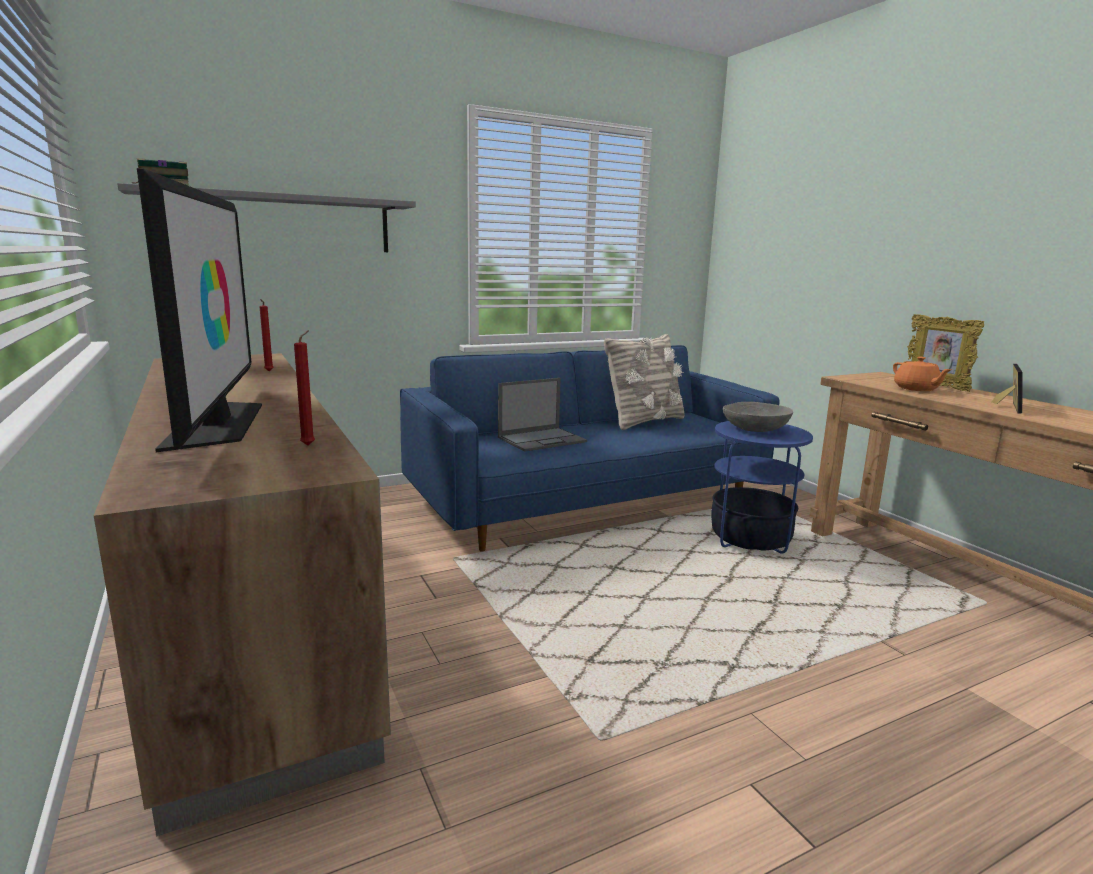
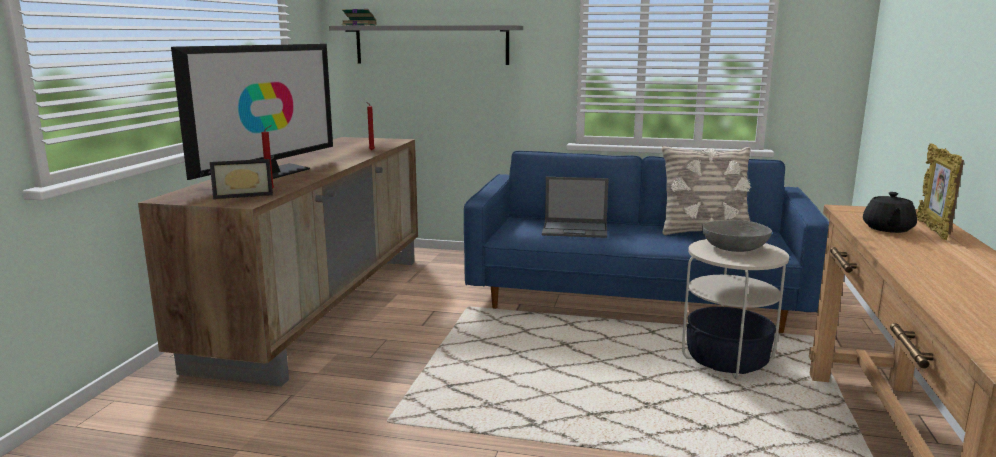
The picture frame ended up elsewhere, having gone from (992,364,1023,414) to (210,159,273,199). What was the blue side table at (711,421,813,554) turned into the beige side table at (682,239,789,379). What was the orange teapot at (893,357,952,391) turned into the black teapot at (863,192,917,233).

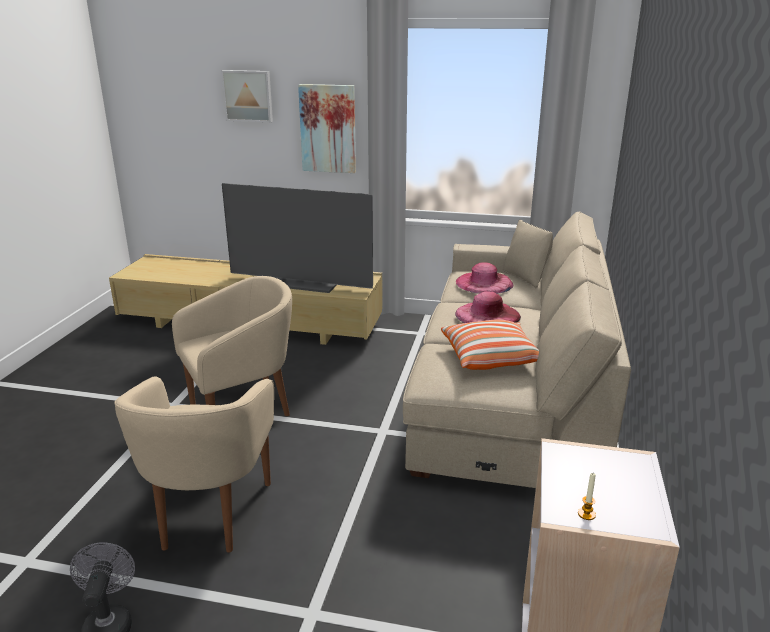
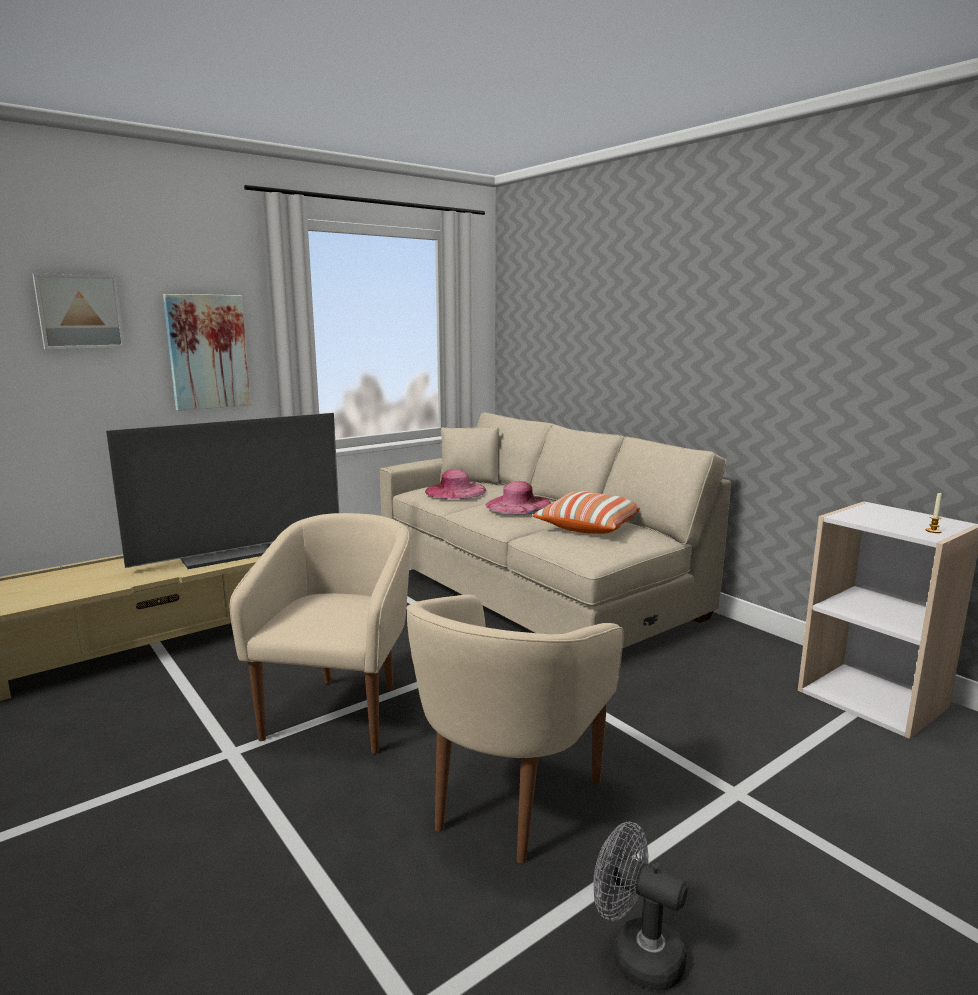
The beige armchair at (114,377,274,552) ended up facing another way, 75 degrees clockwise from before.

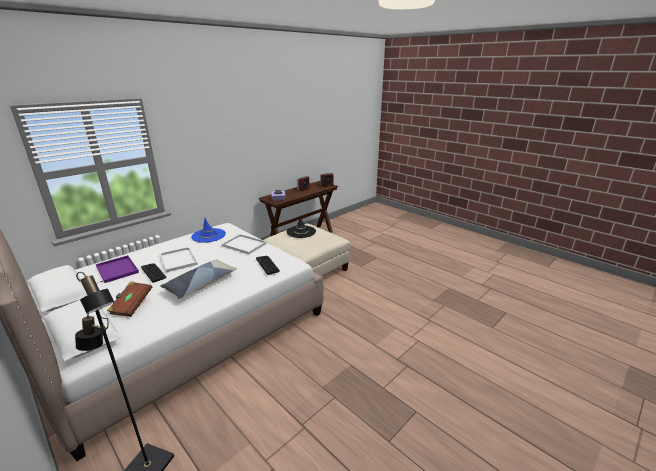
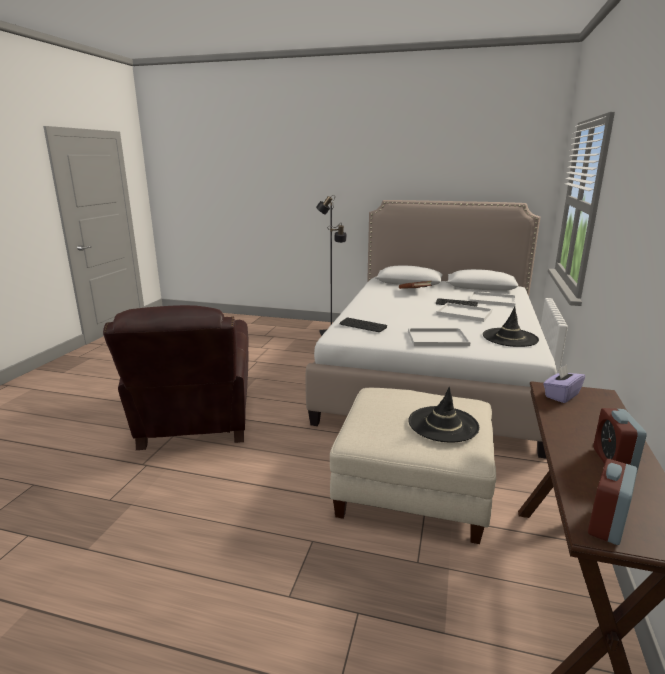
The second view gained the brown armchair at (103,305,248,450). What was the purple tray at (96,255,139,283) turned into the white tray at (470,292,516,307). What was the blue hat at (191,218,226,243) turned into the black hat at (483,307,539,347). The second view lost the pillow at (160,259,237,299).

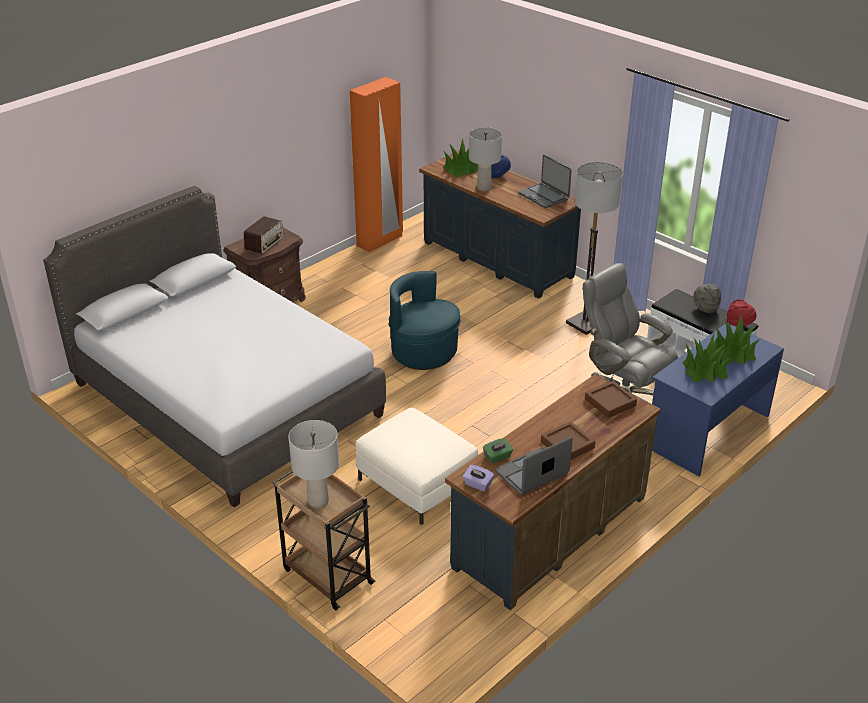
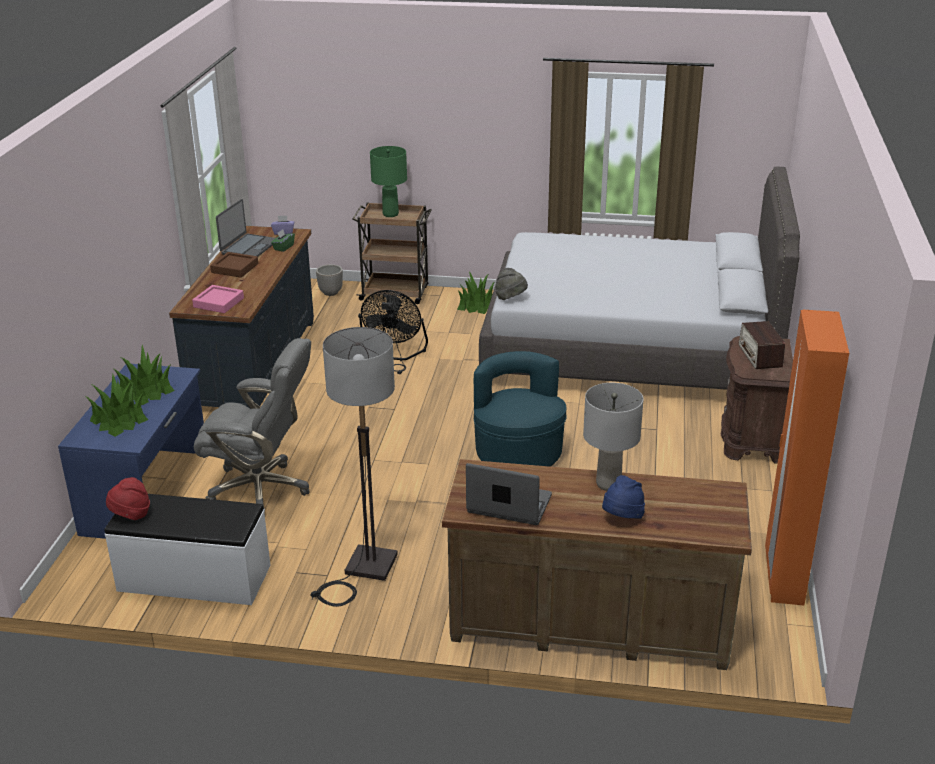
What was the brown tray at (585,381,637,418) turned into the pink tray at (192,285,244,313). The second view gained the planter at (316,264,343,296). Where the white ottoman stood at (356,408,478,525), the black fan came to stand at (358,290,428,374). What was the grey table lamp at (288,420,339,508) turned into the green table lamp at (370,146,407,217). The potted plant ended up elsewhere, having gone from (443,138,478,177) to (457,271,495,314). The turquoise armchair at (389,271,460,370) ended up facing another way, 105 degrees counterclockwise from before. The grey hat ended up elsewhere, having gone from (694,284,721,313) to (495,268,528,300).

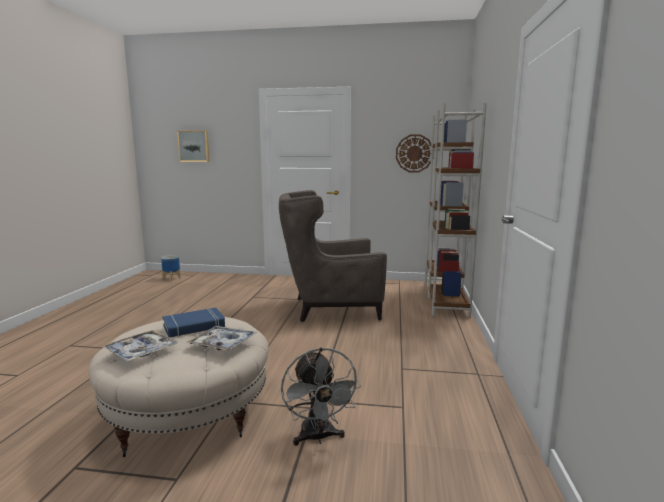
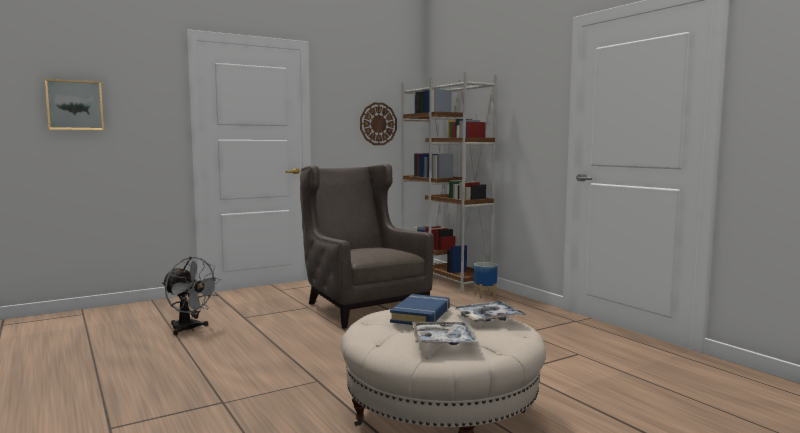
The grey fan ended up elsewhere, having gone from (281,347,361,446) to (162,257,221,335). The grey armchair at (279,190,387,322) ended up facing another way, 105 degrees clockwise from before. The planter ended up elsewhere, having gone from (161,255,181,281) to (474,262,498,298).

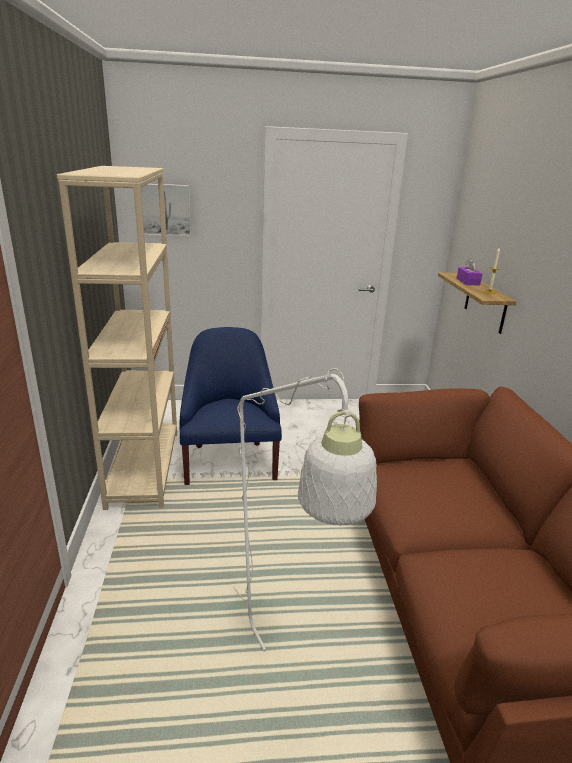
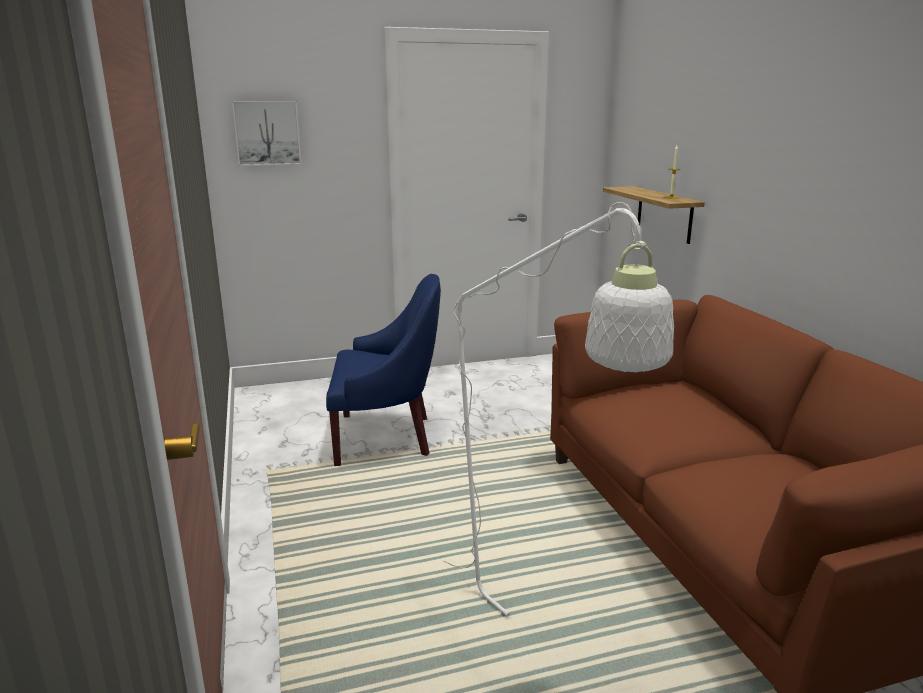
The blue armchair at (179,327,282,485) ended up facing another way, 105 degrees clockwise from before. The second view lost the beige bookcase at (57,166,177,510). The second view lost the purple tissue box at (457,258,482,285).

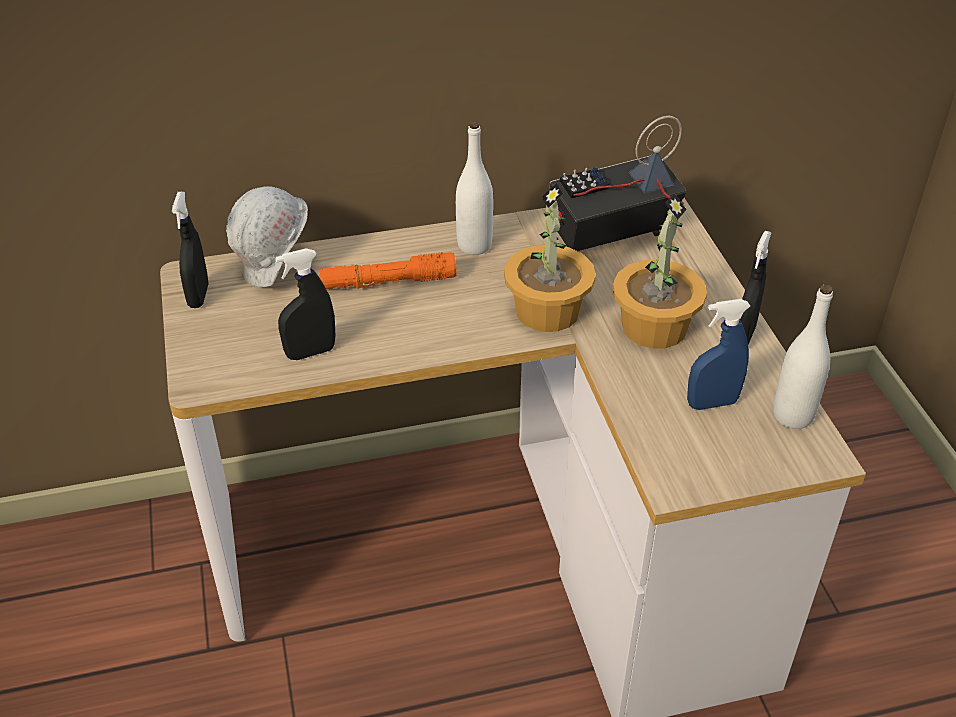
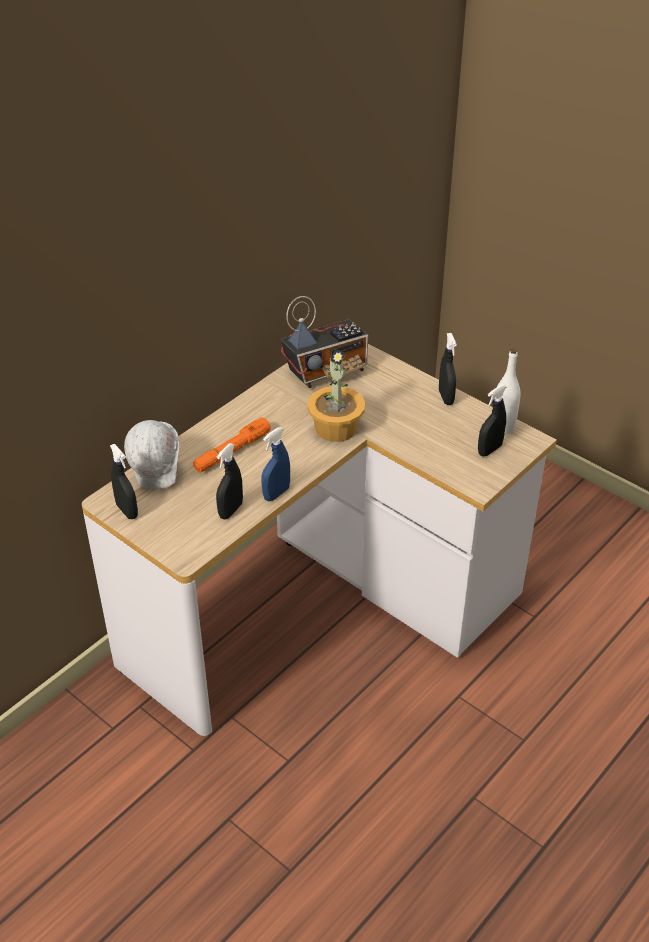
The blue spray bottle ended up elsewhere, having gone from (687,299,750,410) to (262,427,290,501). The radio at (550,116,687,252) ended up facing another way, 150 degrees counterclockwise from before. The second view gained the black spray bottle at (478,385,506,457). The second view lost the white bottle at (456,121,493,255). The second view lost the potted plant at (613,193,707,349).

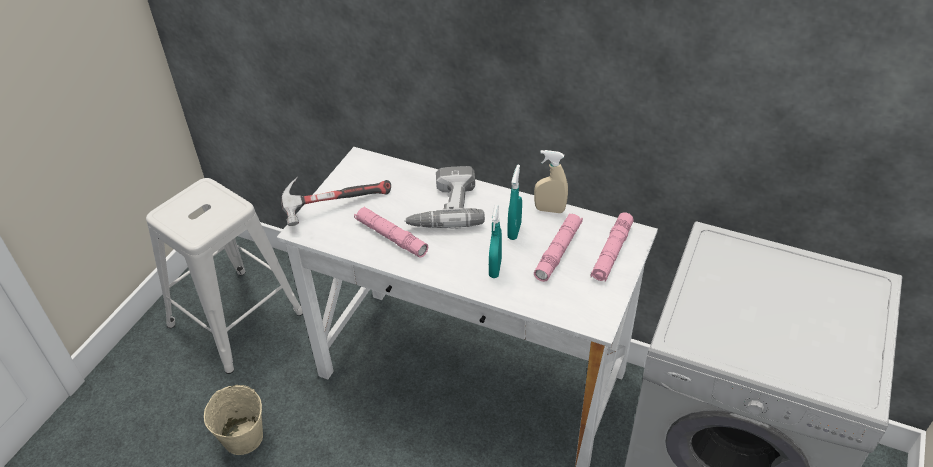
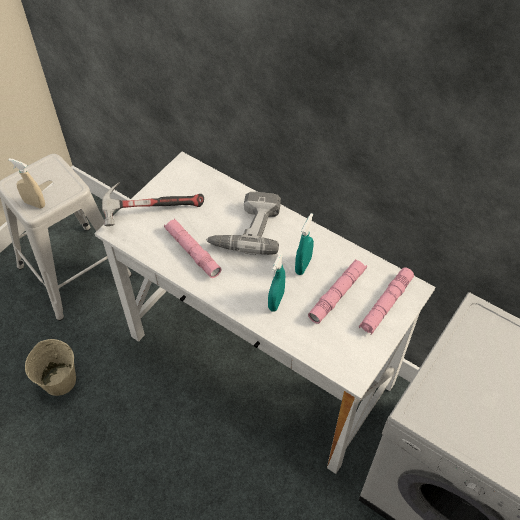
The beige spray bottle ended up elsewhere, having gone from (534,150,568,213) to (9,158,45,208).

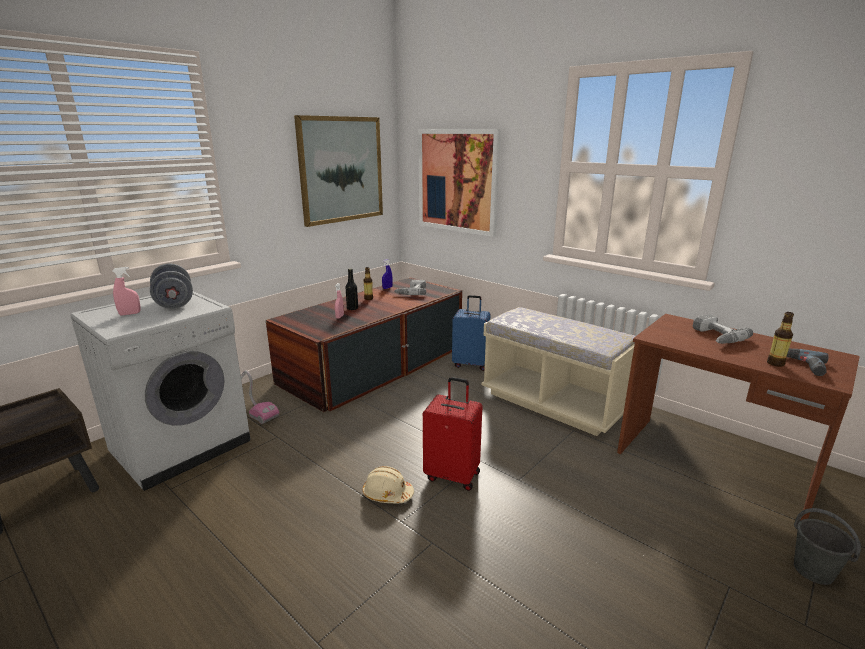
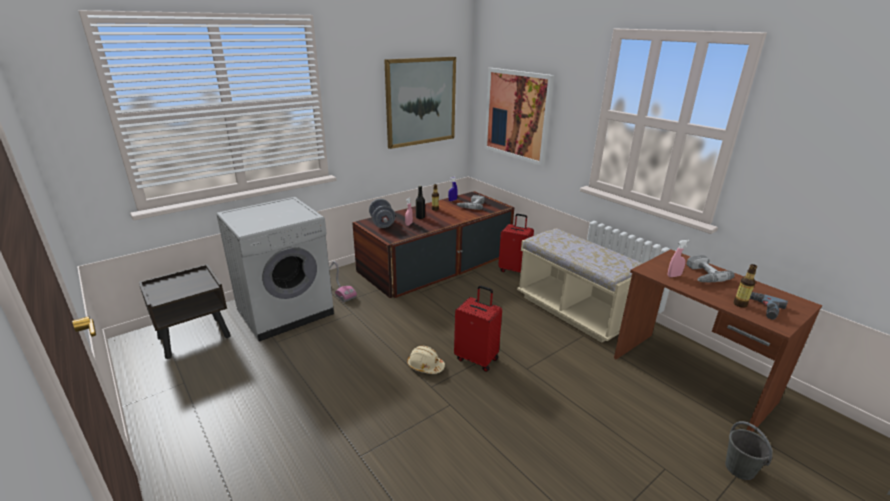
The grey dumbbell ended up elsewhere, having gone from (150,264,193,309) to (369,199,395,228). What was the blue suitcase at (452,295,491,371) turned into the red suitcase at (498,214,534,273). The pink spray bottle ended up elsewhere, having gone from (112,267,141,316) to (668,240,690,277).

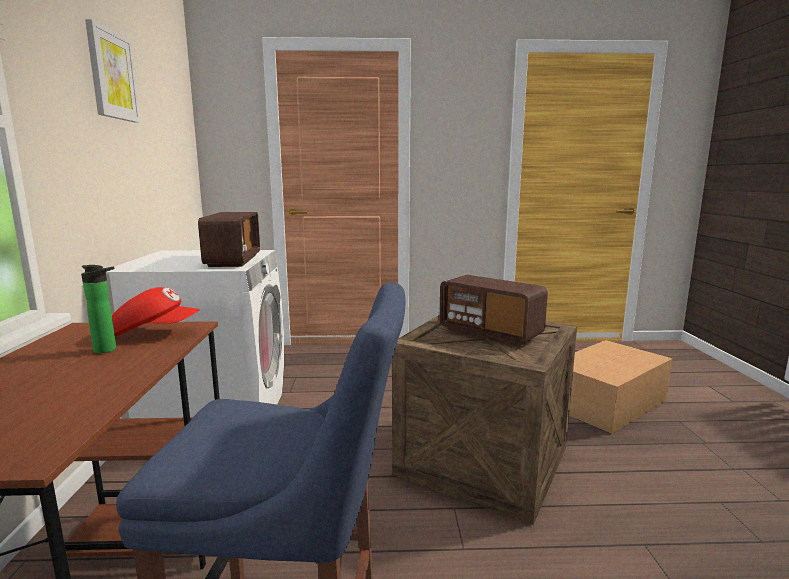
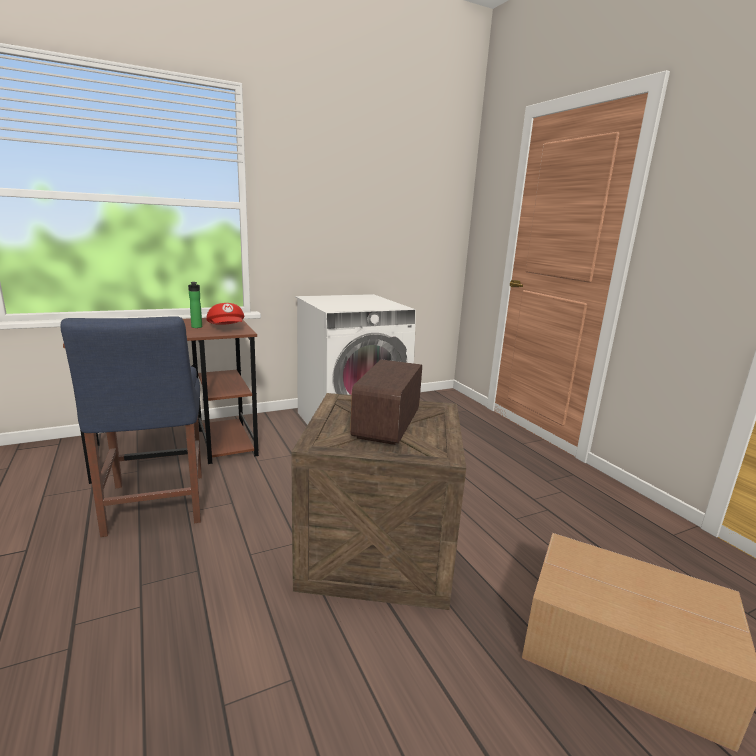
The second view lost the picture at (85,19,140,123). The second view lost the radio at (198,212,260,267).

